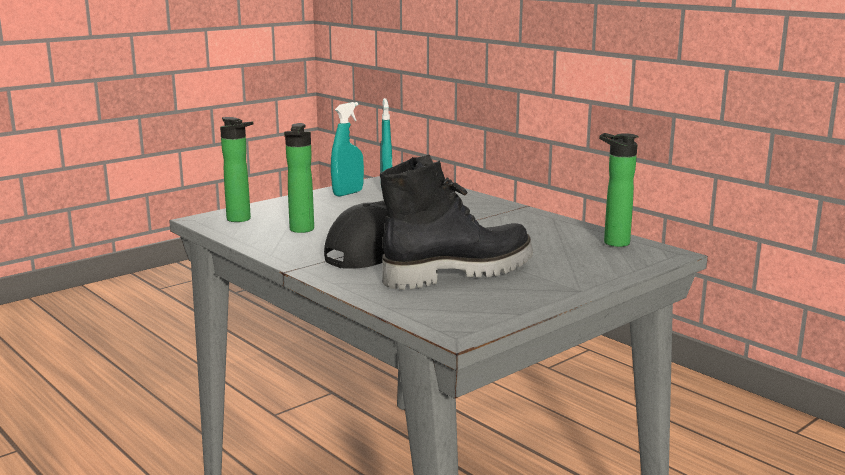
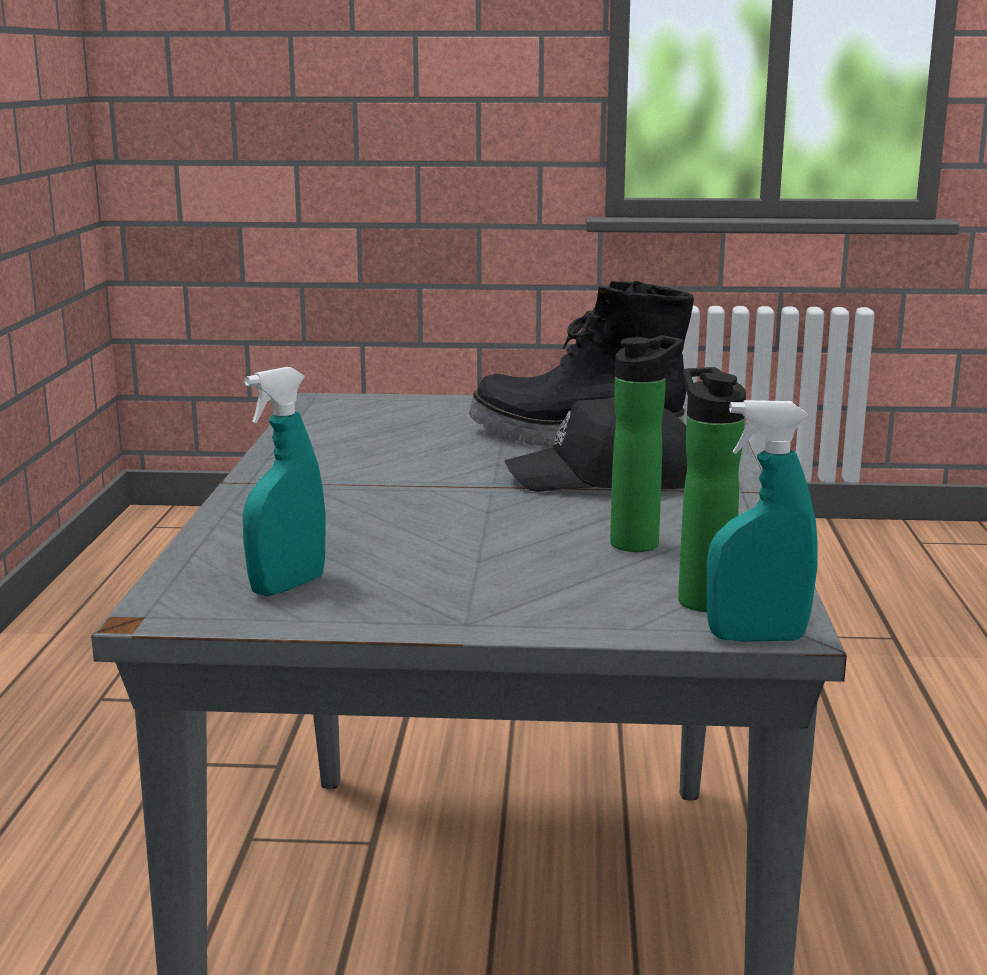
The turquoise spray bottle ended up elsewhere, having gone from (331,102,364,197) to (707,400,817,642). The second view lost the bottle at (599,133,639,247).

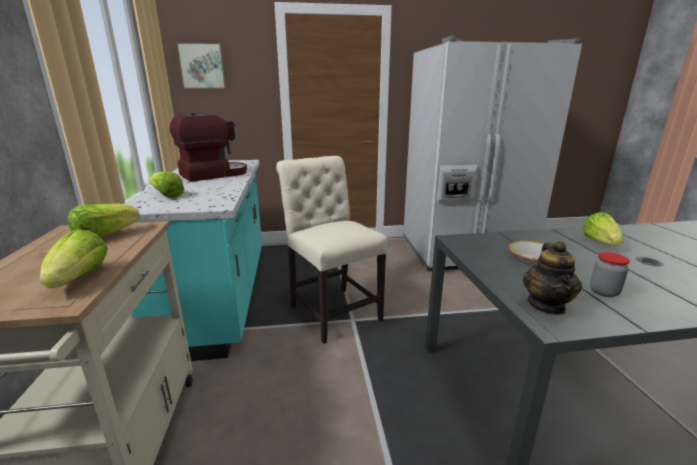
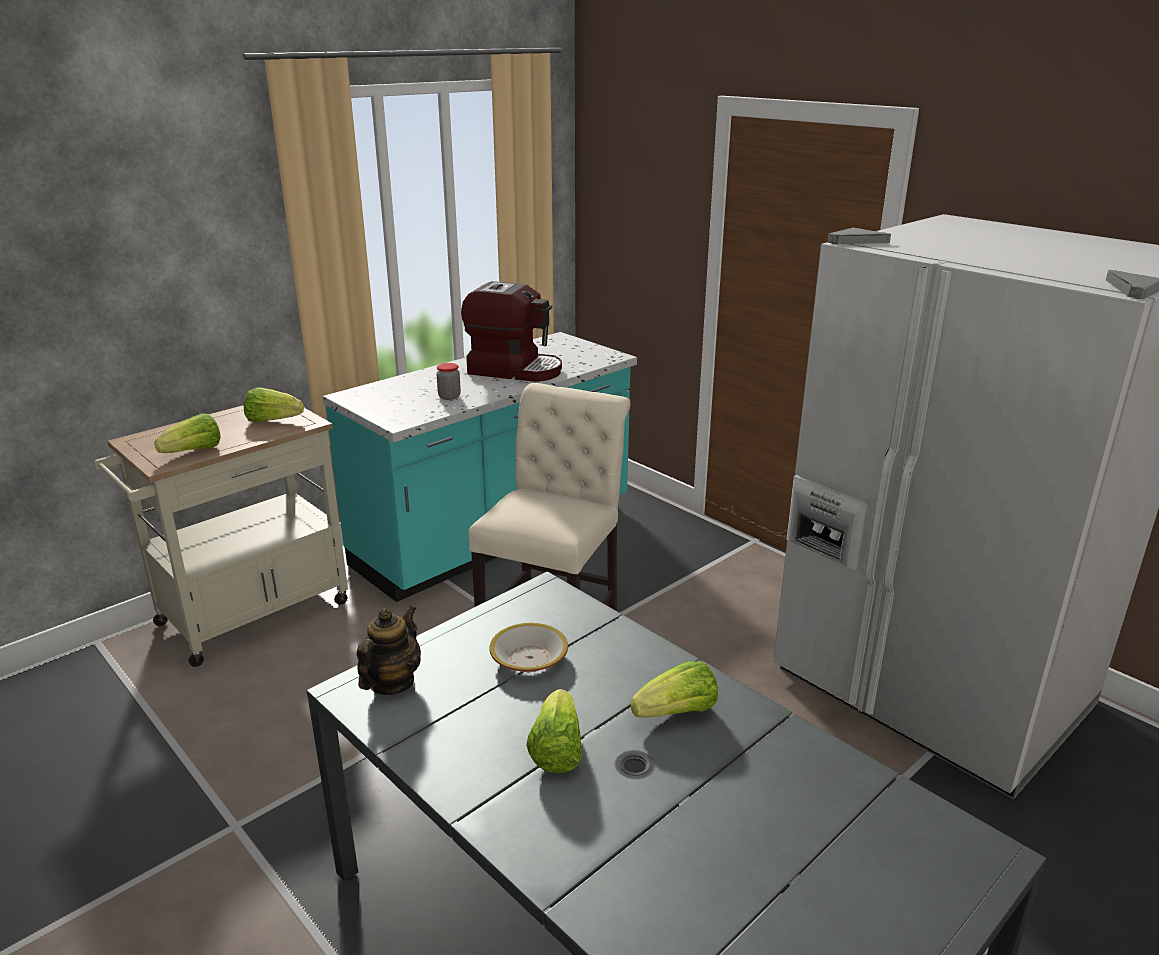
The teapot at (523,241,582,315) ended up facing another way, 135 degrees clockwise from before. The jar ended up elsewhere, having gone from (590,252,630,297) to (436,363,461,400). The lettuce ended up elsewhere, having gone from (150,171,185,198) to (526,689,583,773). The second view lost the picture at (176,42,227,89).

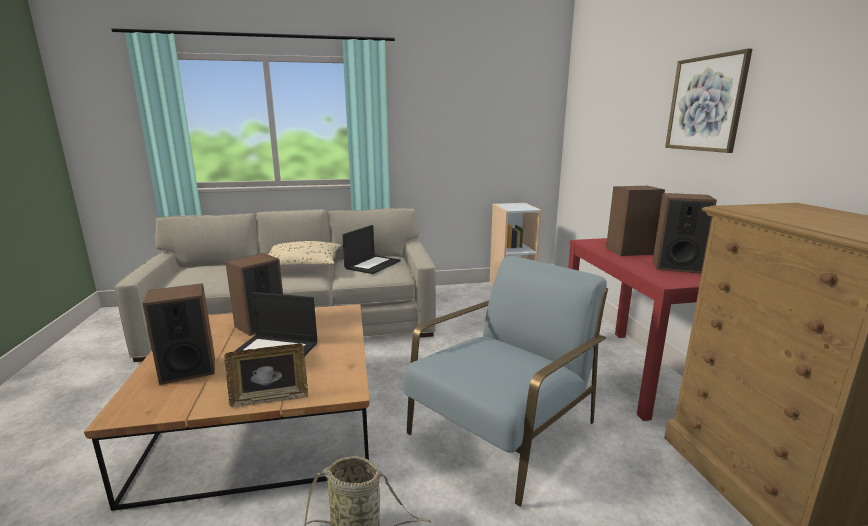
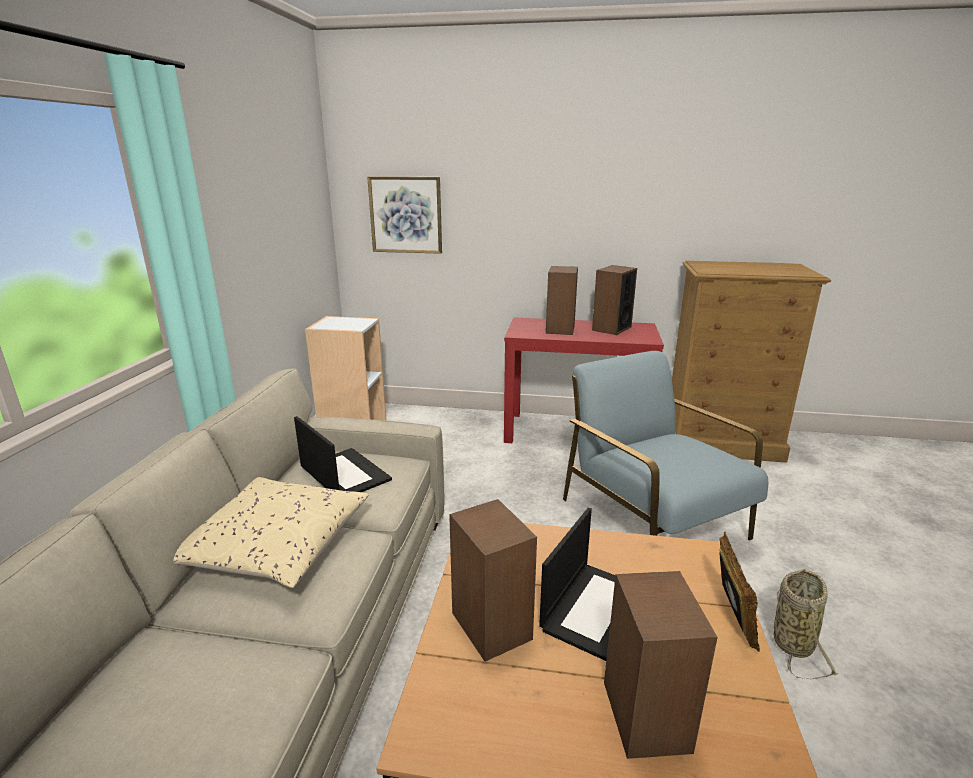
The picture ended up elsewhere, having gone from (665,49,753,153) to (367,176,442,254).

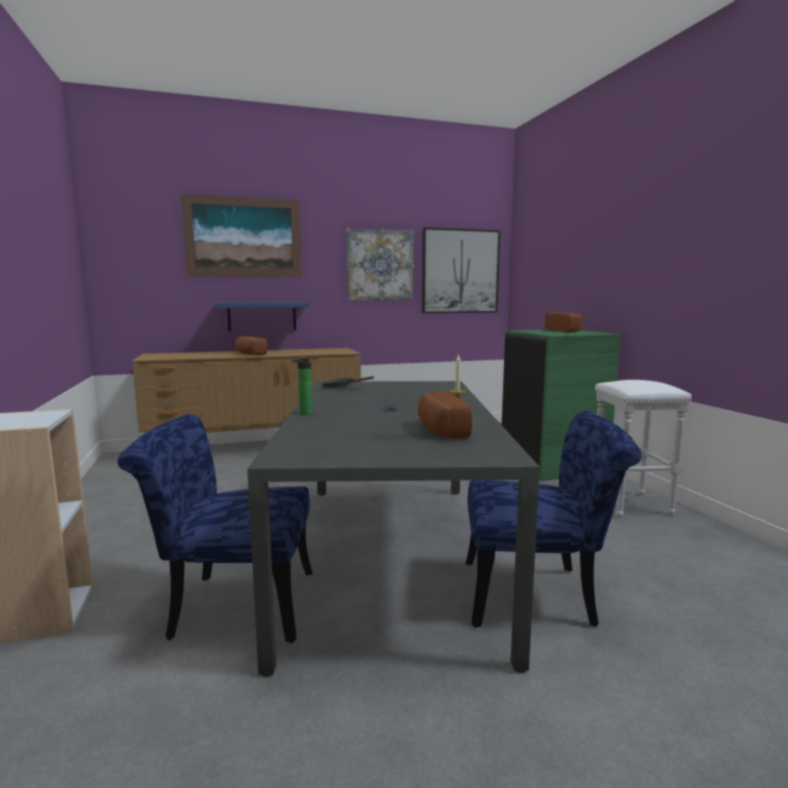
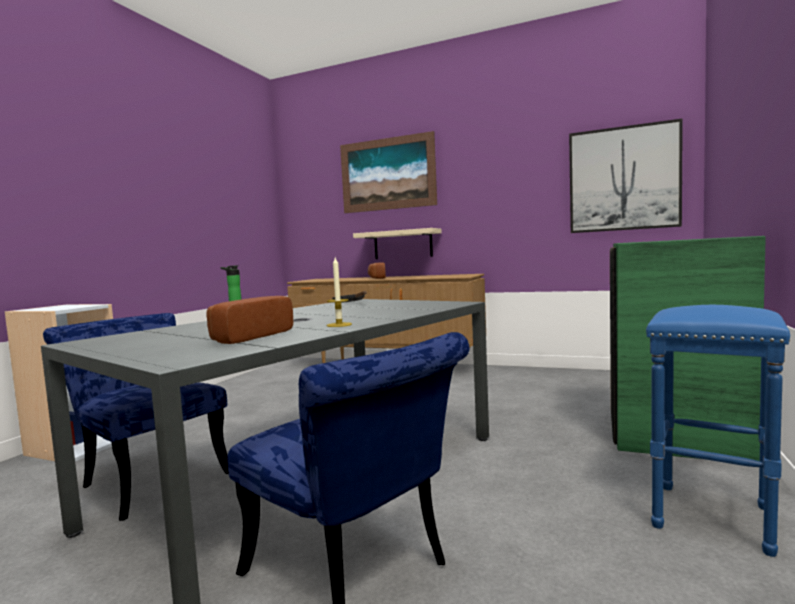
What was the blue shelf at (215,302,310,331) turned into the beige shelf at (353,228,442,259). What was the white stool at (595,380,692,518) turned into the blue stool at (646,305,790,557). The second view lost the picture at (346,228,414,300). The second view lost the bread at (545,312,583,332).

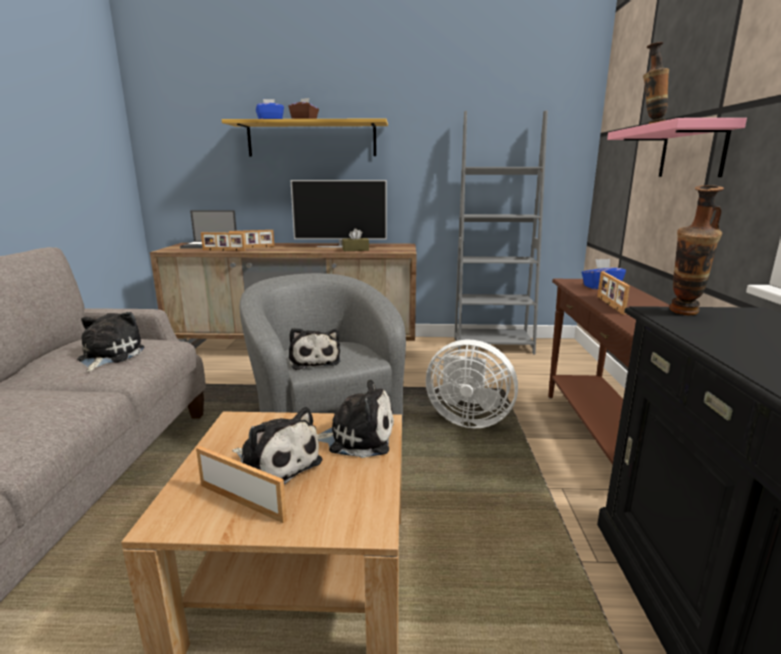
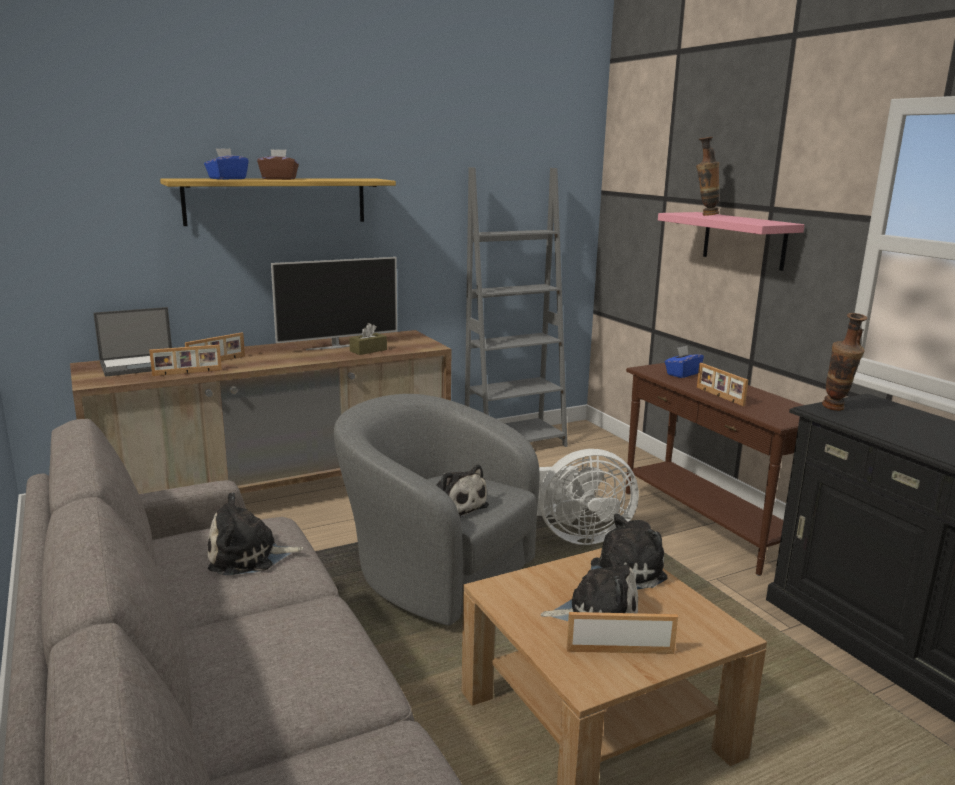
The plush toy at (77,312,144,372) ended up facing another way, 75 degrees counterclockwise from before.

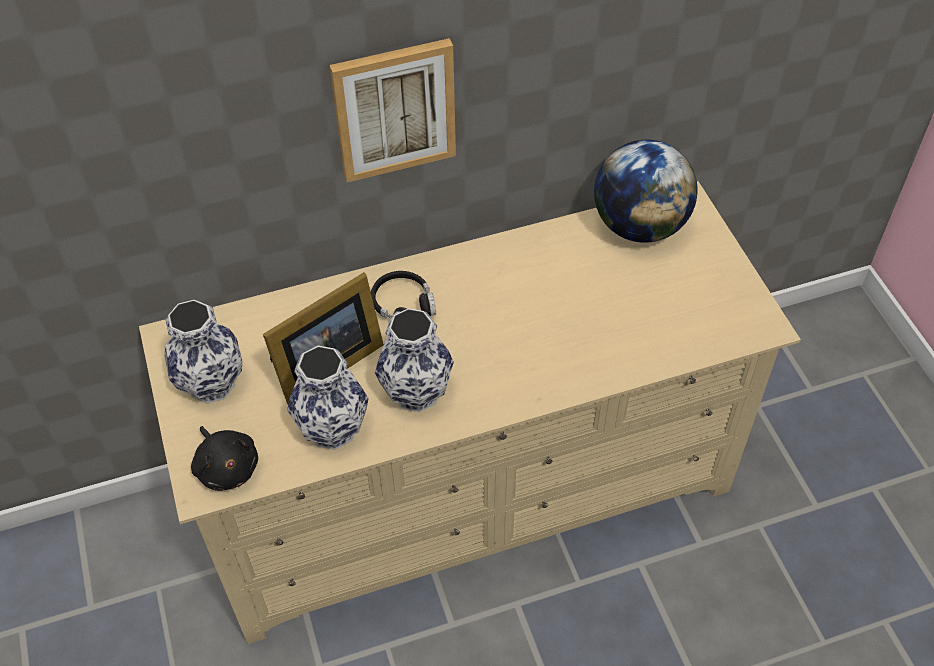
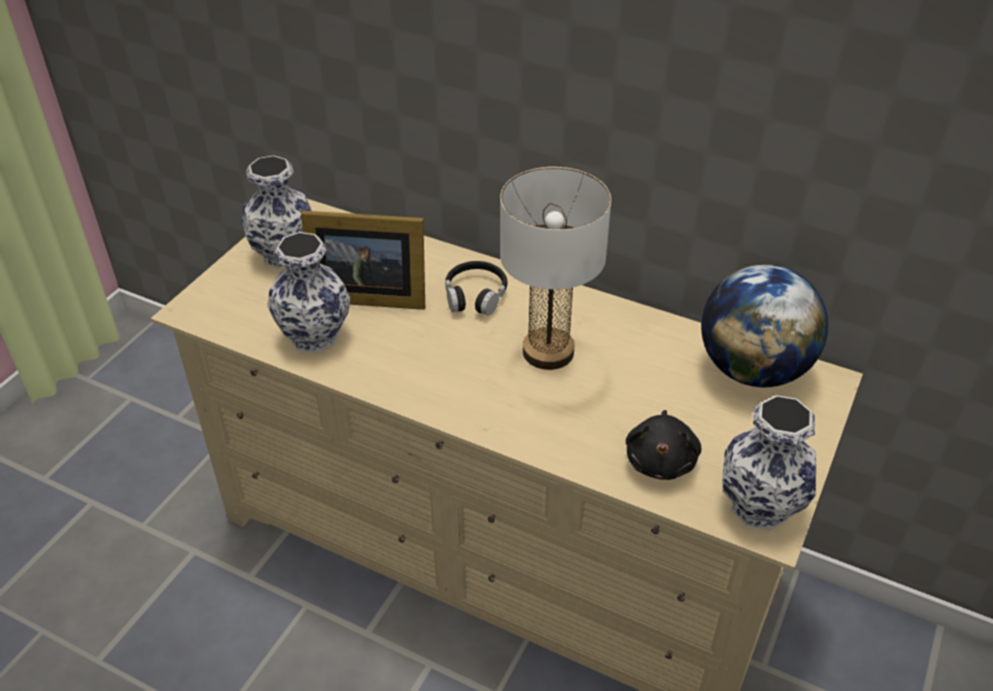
The second view gained the table lamp at (500,167,611,370). The black plush toy ended up elsewhere, having gone from (191,426,258,491) to (626,410,701,480). The vase ended up elsewhere, having gone from (375,308,454,412) to (722,395,816,531). The second view lost the picture at (329,38,456,183).

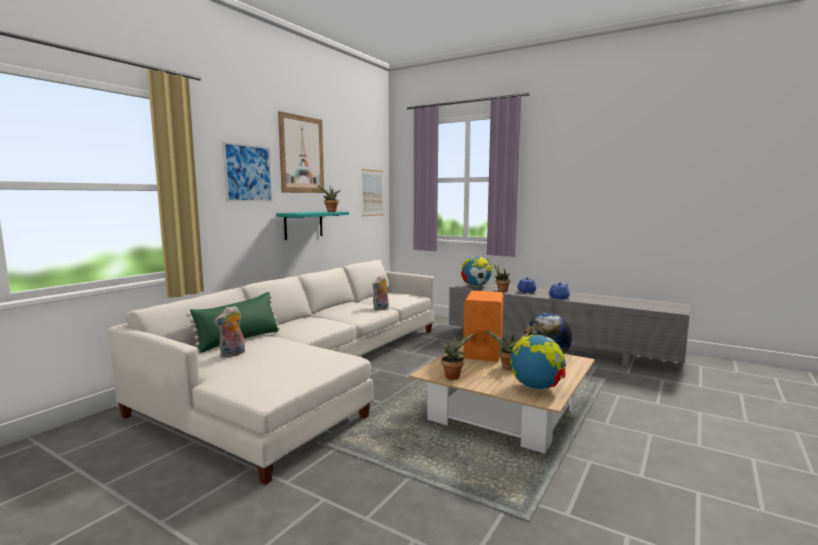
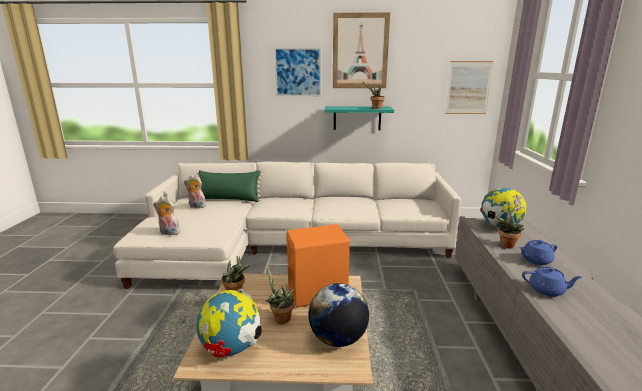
The plush toy ended up elsewhere, having gone from (372,275,389,310) to (153,196,180,235).

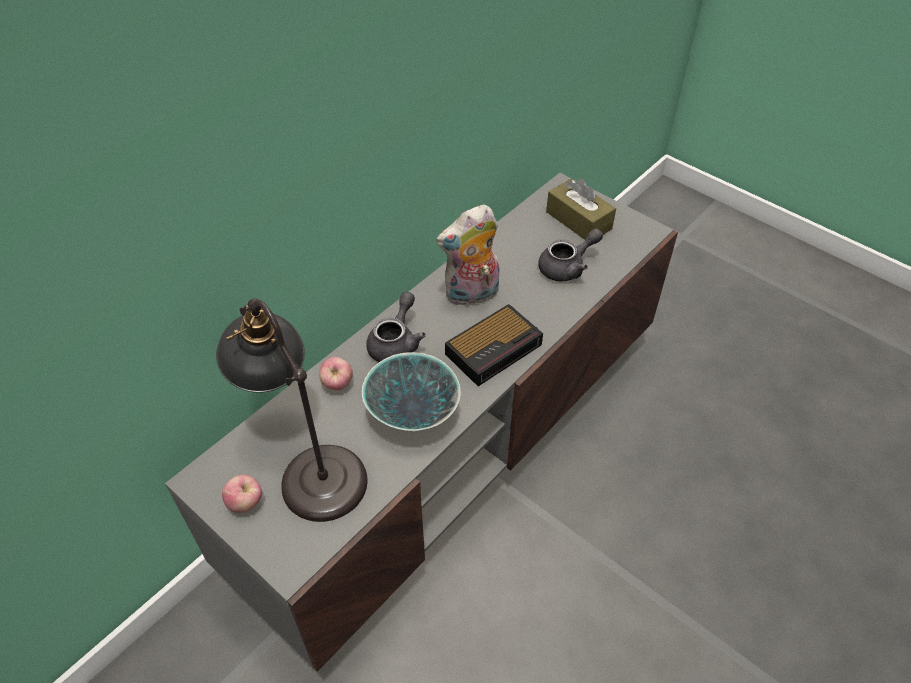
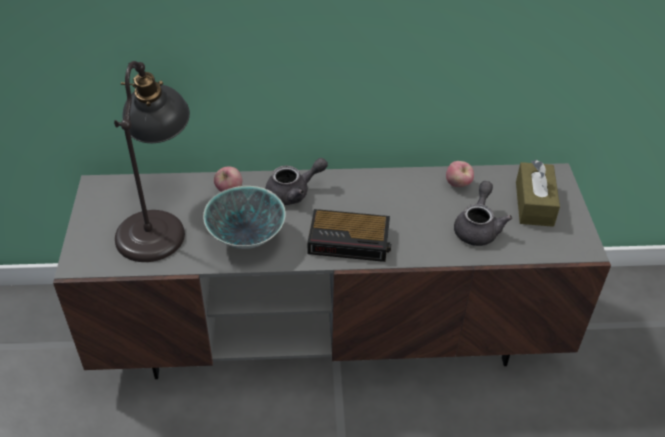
The apple ended up elsewhere, having gone from (222,475,262,513) to (446,161,474,187). The grey teapot at (538,228,603,282) ended up facing another way, 90 degrees counterclockwise from before. The second view lost the plush toy at (436,204,499,306).

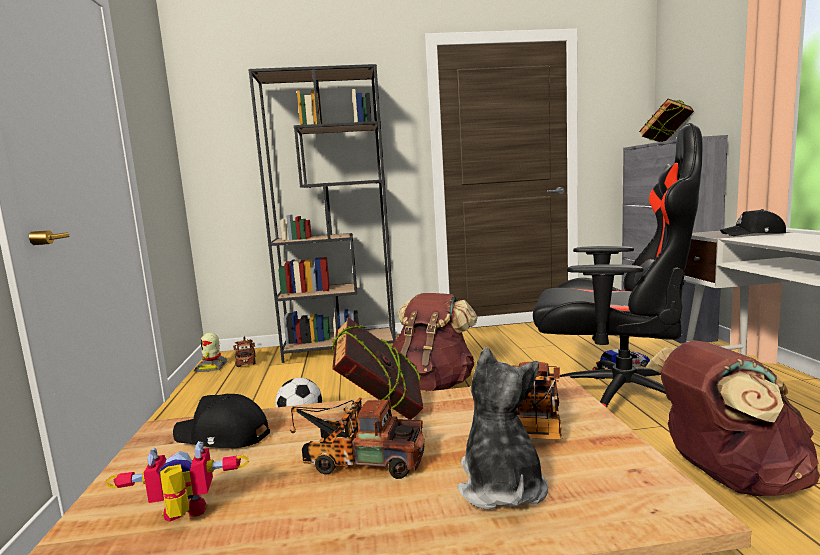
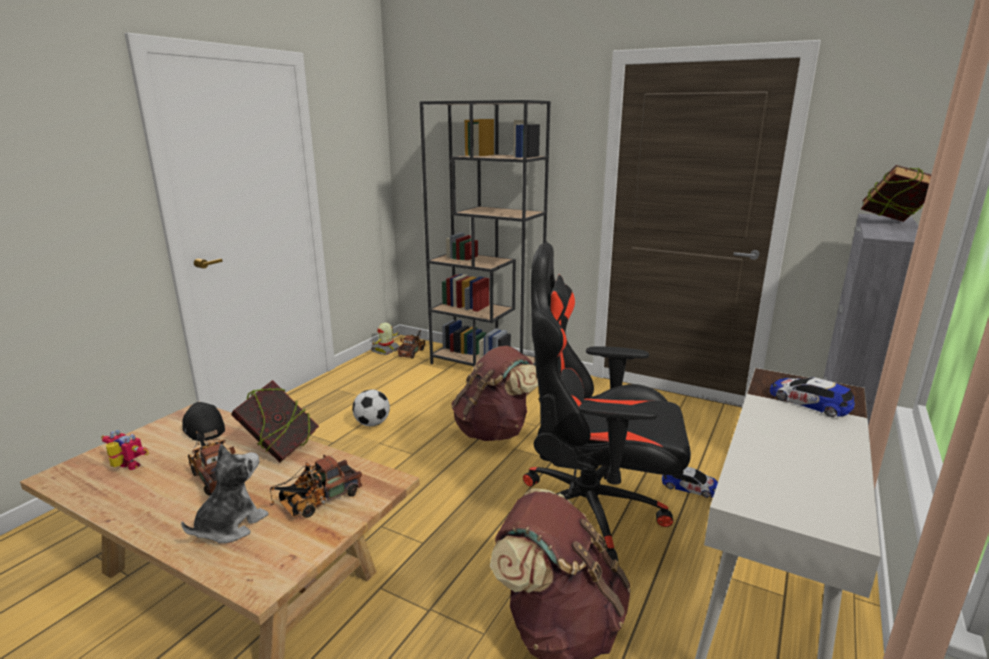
The black office chair at (533,123,702,408) ended up facing another way, 135 degrees clockwise from before. Where the black cap stood at (720,209,786,236), the toy car came to stand at (770,377,855,417).

